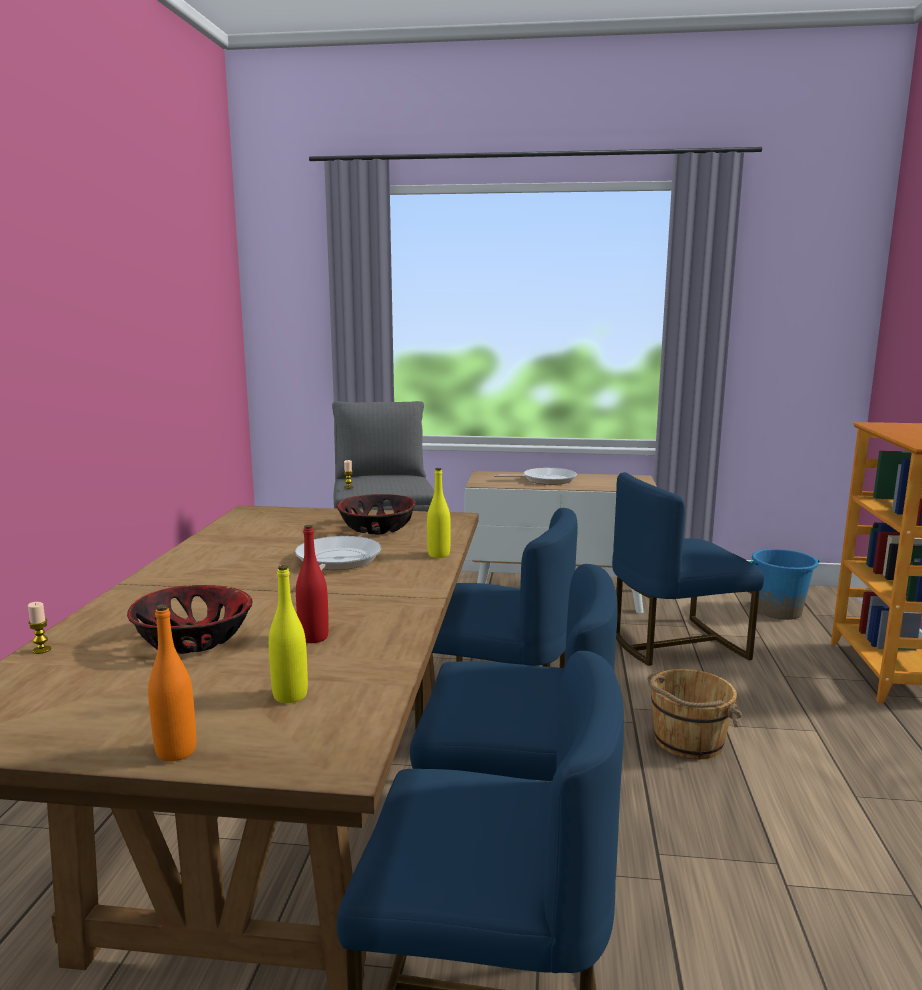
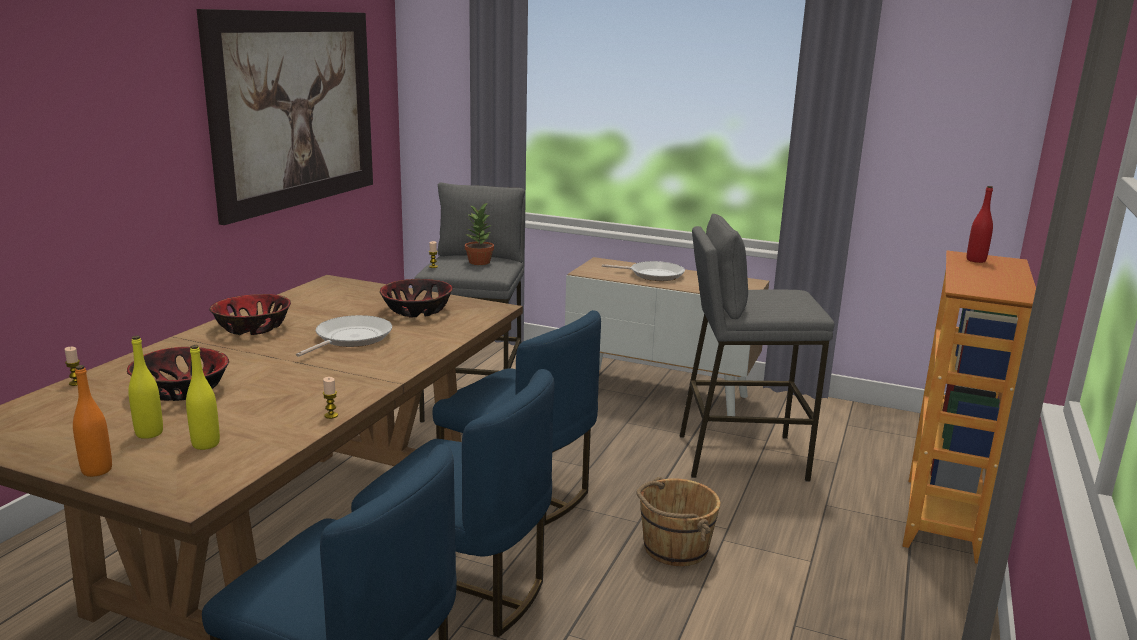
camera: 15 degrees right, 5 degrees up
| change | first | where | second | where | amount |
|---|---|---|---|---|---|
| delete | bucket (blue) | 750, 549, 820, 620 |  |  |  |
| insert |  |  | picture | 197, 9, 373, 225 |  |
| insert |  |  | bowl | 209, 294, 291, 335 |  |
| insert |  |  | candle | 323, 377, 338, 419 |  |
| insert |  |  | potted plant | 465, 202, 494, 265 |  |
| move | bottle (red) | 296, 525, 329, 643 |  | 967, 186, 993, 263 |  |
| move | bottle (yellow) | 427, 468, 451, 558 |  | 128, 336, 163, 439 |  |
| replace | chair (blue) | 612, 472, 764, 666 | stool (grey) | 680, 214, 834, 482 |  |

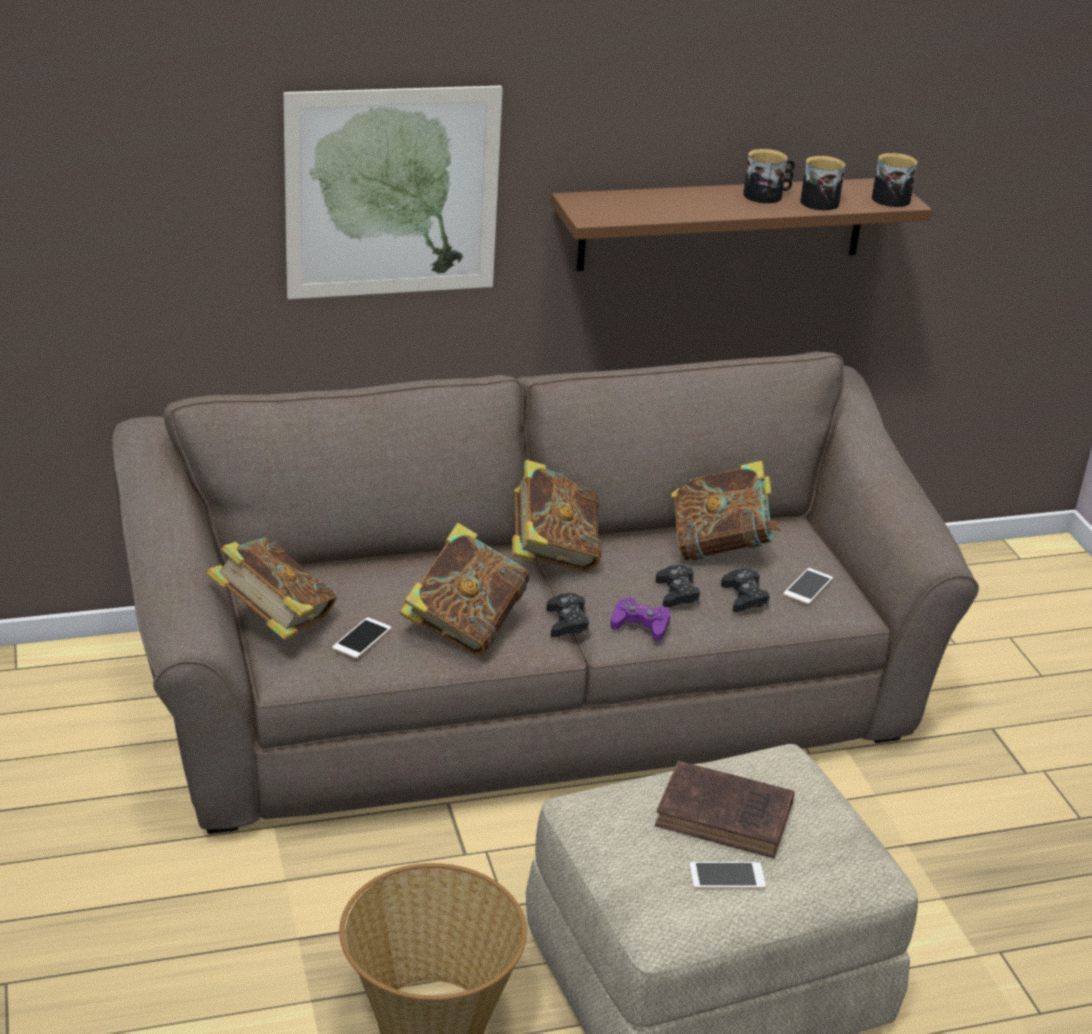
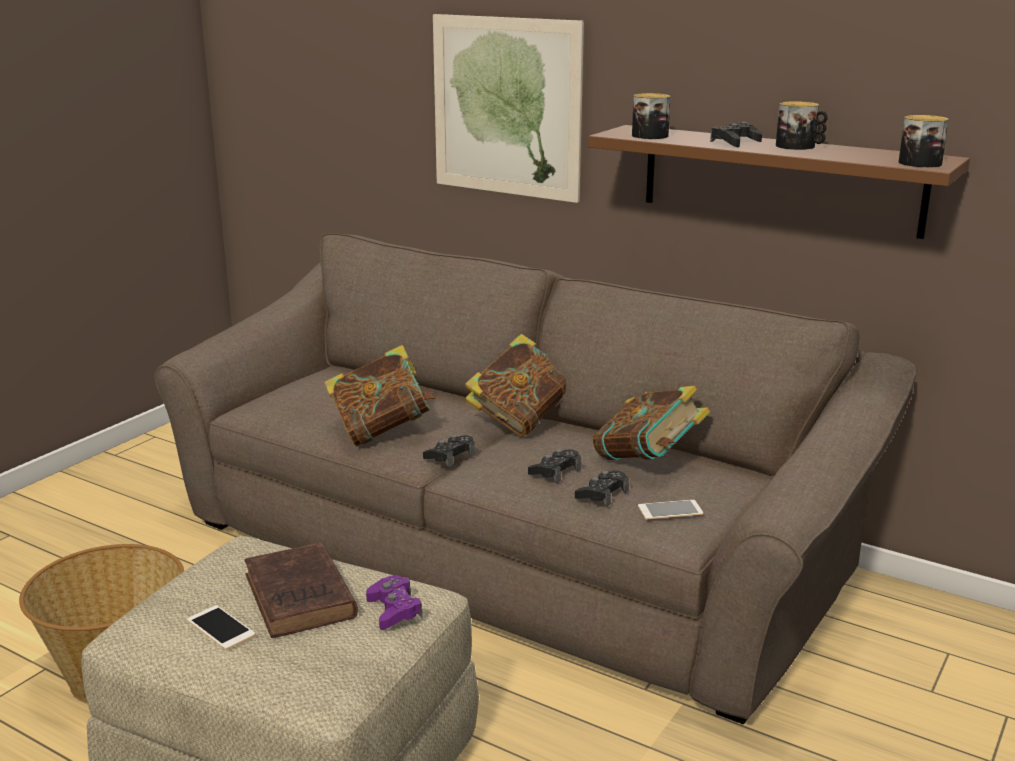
camera: 50 degrees right, 10 degrees down
| change | first | where | second | where | amount |
|---|---|---|---|---|---|
| delete | book | 206, 537, 337, 640 |  |  |  |
| delete | phone | 332, 617, 391, 658 |  |  |  |
| insert |  |  | game controller (black) | 710, 122, 762, 147 |  |
| move | game controller (purple) | 610, 597, 670, 641 |  | 366, 575, 422, 630 |  |
| move | mug | 800, 156, 845, 211 |  | 632, 93, 671, 139 |  |

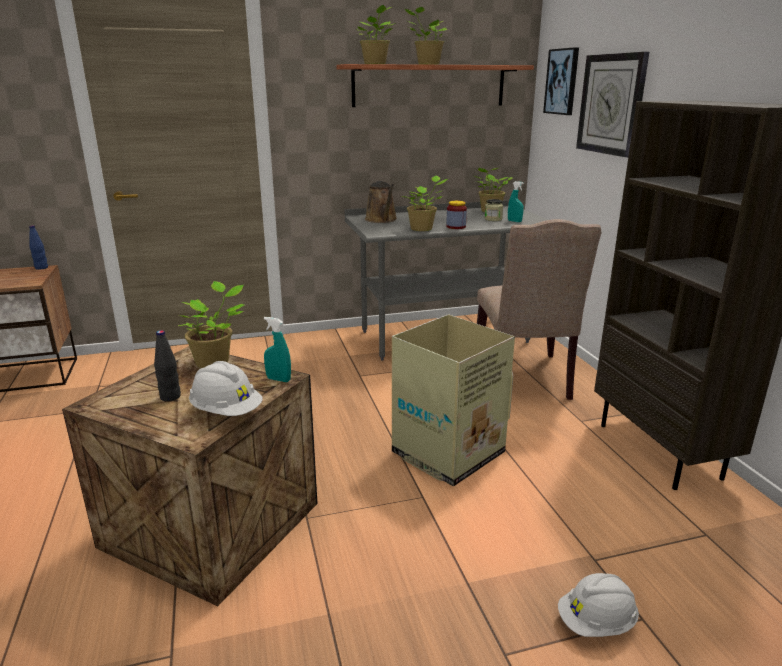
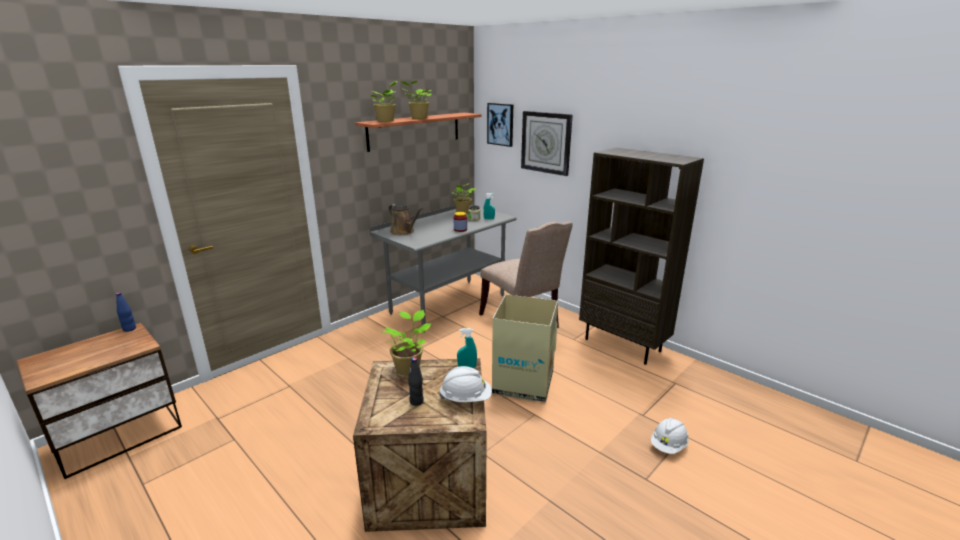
camera: 30 degrees left, 0 degrees up
| change | first | where | second | where | amount |
|---|---|---|---|---|---|
| delete | potted plant | 401, 176, 448, 231 |  |  |  |

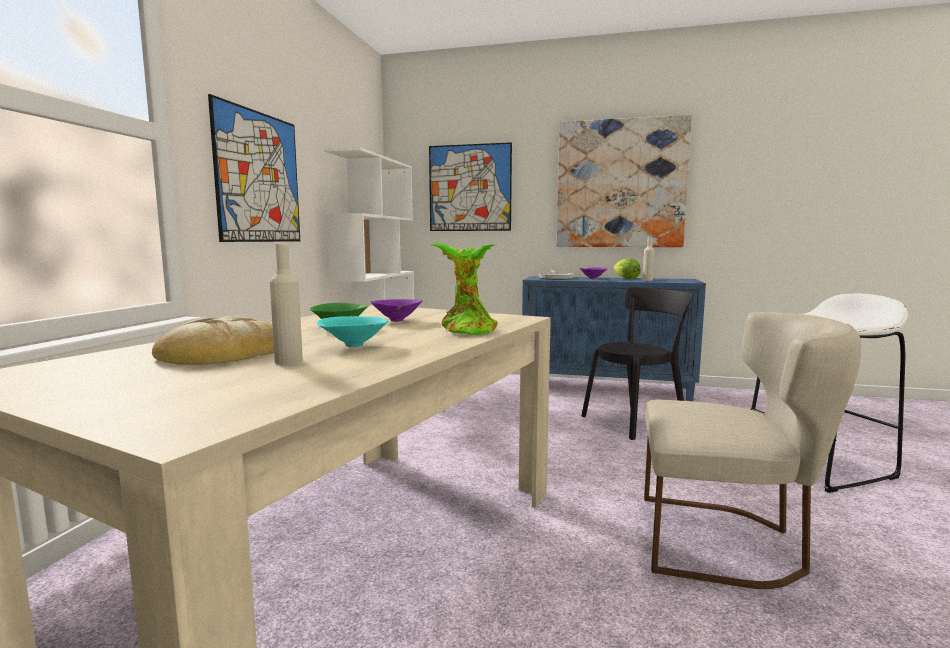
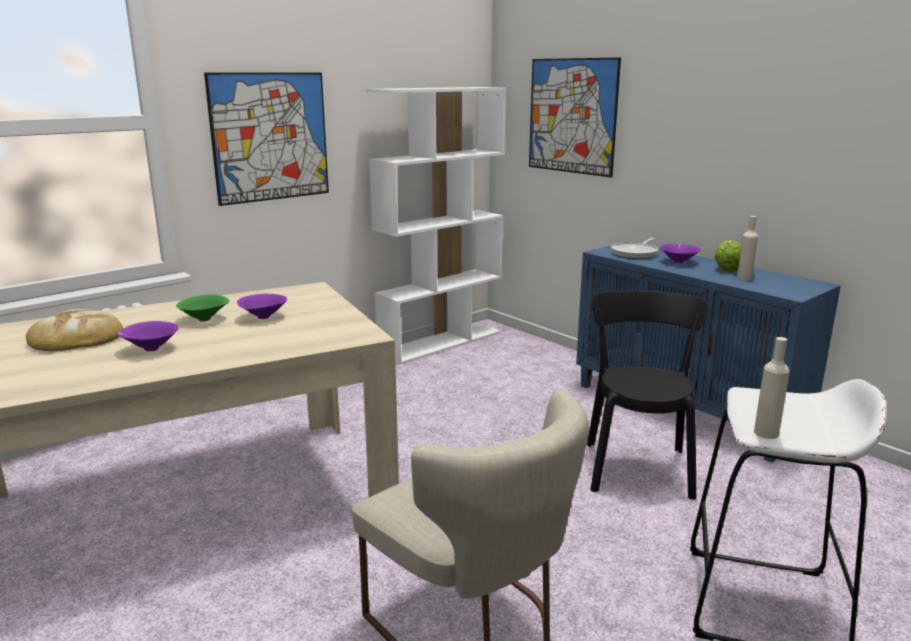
camera: 35 degrees right, 10 degrees up
| change | first | where | second | where | amount |
|---|---|---|---|---|---|
| delete | potted plant | 432, 243, 498, 335 |  |  |  |
| delete | picture | 557, 115, 692, 247 |  |  |  |
| move | bottle (beige) | 270, 244, 303, 365 |  | 754, 337, 790, 439 |  |
| recolor | bowl (turquoise) | 317, 316, 388, 347 | bowl (purple) | 118, 321, 179, 351 |  |
| rotate | chair (black) | 582, 287, 694, 440 |  | 587, 291, 708, 500 | 90 degrees counterclockwise |

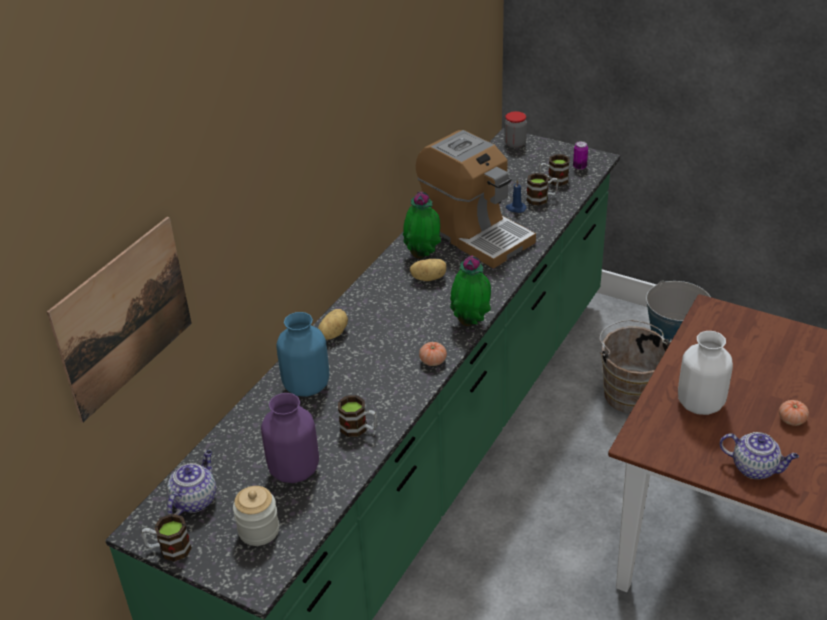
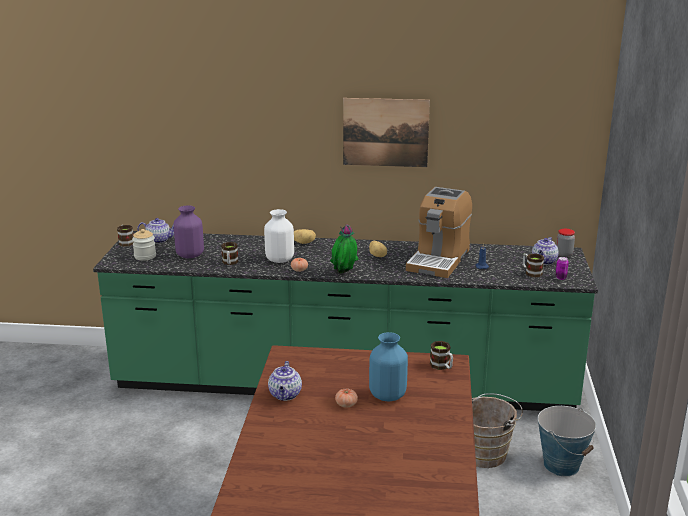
camera: 65 degrees right, 15 degrees down
| change | first | where | second | where | amount |
|---|---|---|---|---|---|
| delete | potted plant | 403, 191, 441, 259 |  |  |  |
| insert |  |  | teapot | 532, 237, 559, 265 |  |
| move | picture | 47, 217, 192, 423 |  | 343, 98, 430, 167 |  |
| move | vase (blue) | 276, 312, 329, 396 |  | 369, 332, 408, 401 |  |
| move | mug | 526, 173, 559, 206 |  | 430, 341, 453, 370 |  |
| move | vase (white) | 678, 331, 733, 415 |  | 264, 209, 294, 263 |  |

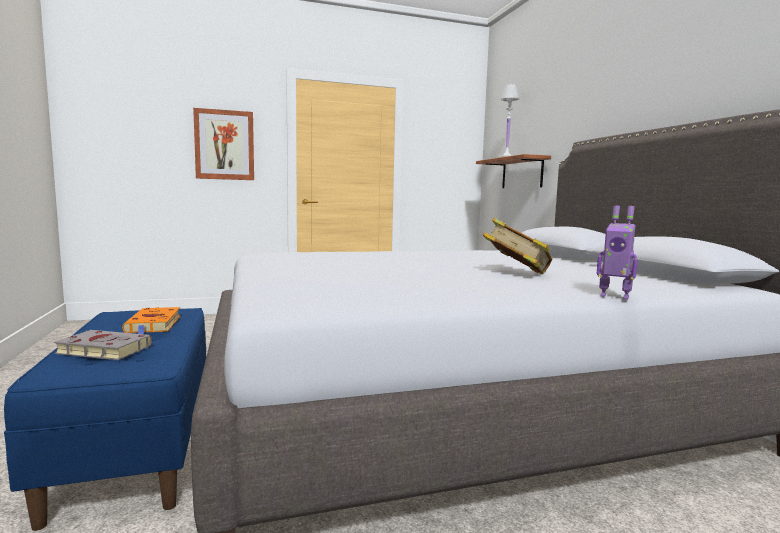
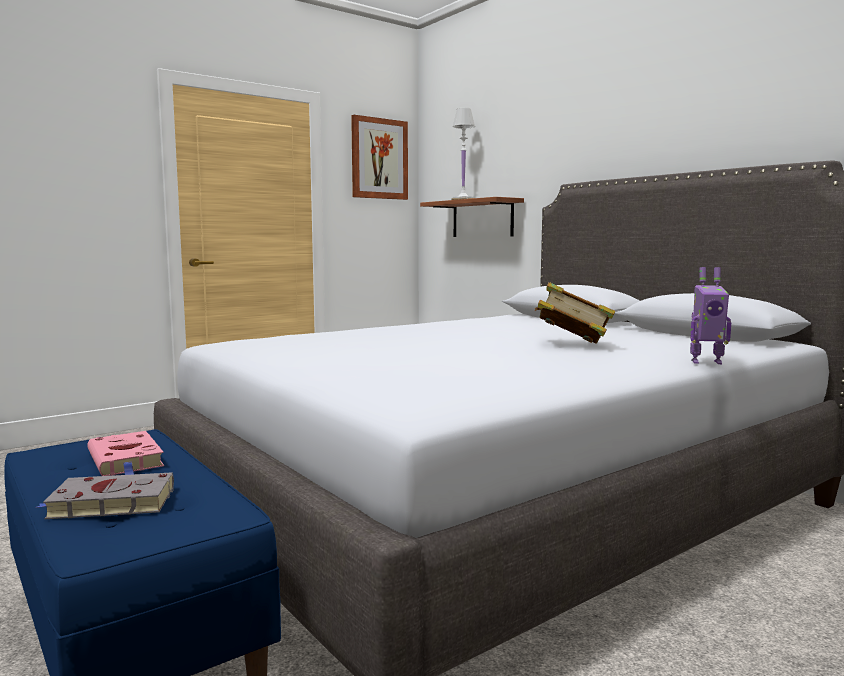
camera: 20 degrees left, 0 degrees up
| change | first | where | second | where | amount |
|---|---|---|---|---|---|
| move | picture | 193, 108, 254, 180 |  | 351, 115, 408, 200 |  |
| recolor | book (orange) | 122, 307, 181, 334 | book (pink) | 87, 431, 164, 476 |  |

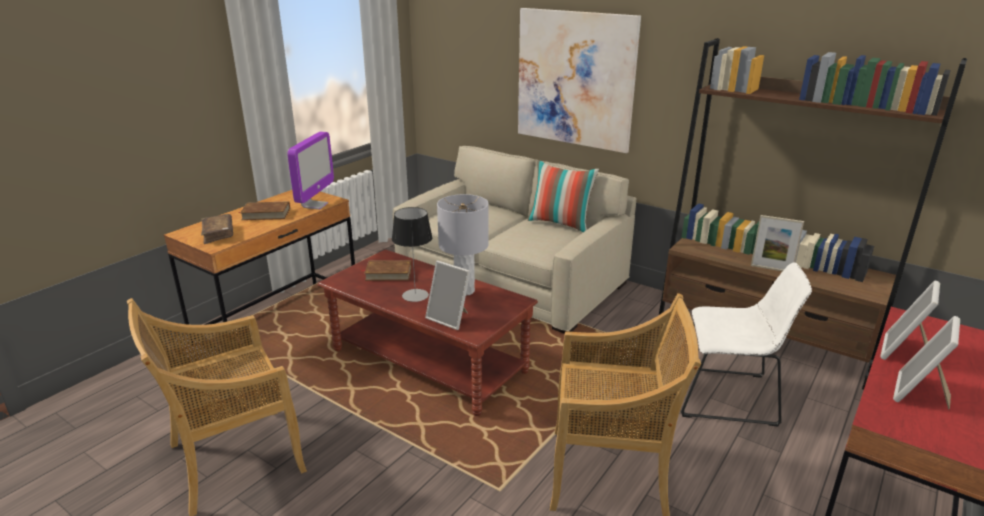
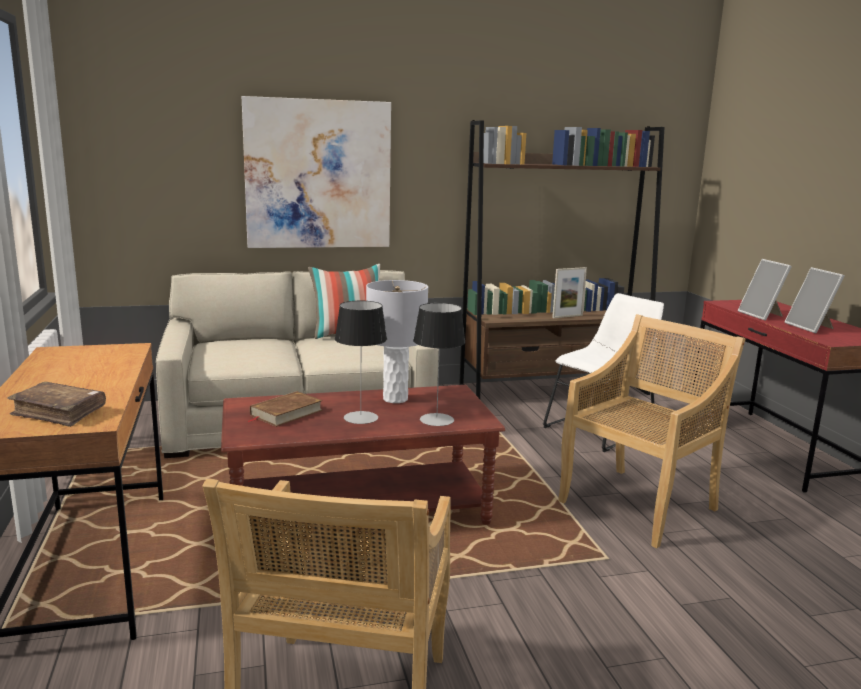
camera: 50 degrees left, 10 degrees down
| change | first | where | second | where | amount |
|---|---|---|---|---|---|
| delete | book (brown) | 239, 201, 290, 220 |  |  |  |
| delete | monitor | 287, 132, 334, 209 |  |  |  |
| replace | picture frame | 425, 260, 471, 330 | table lamp | 413, 303, 466, 426 |  |

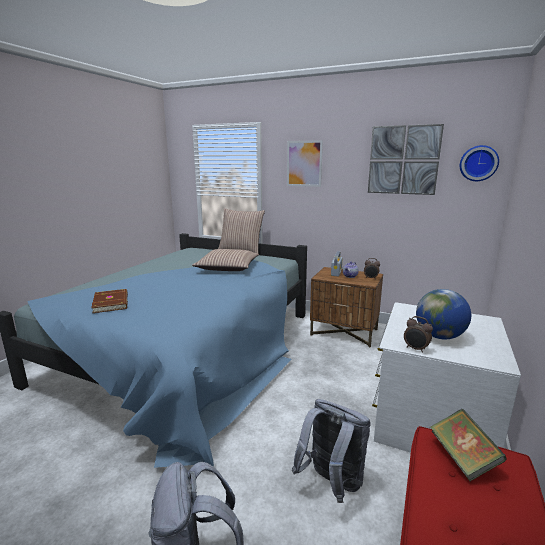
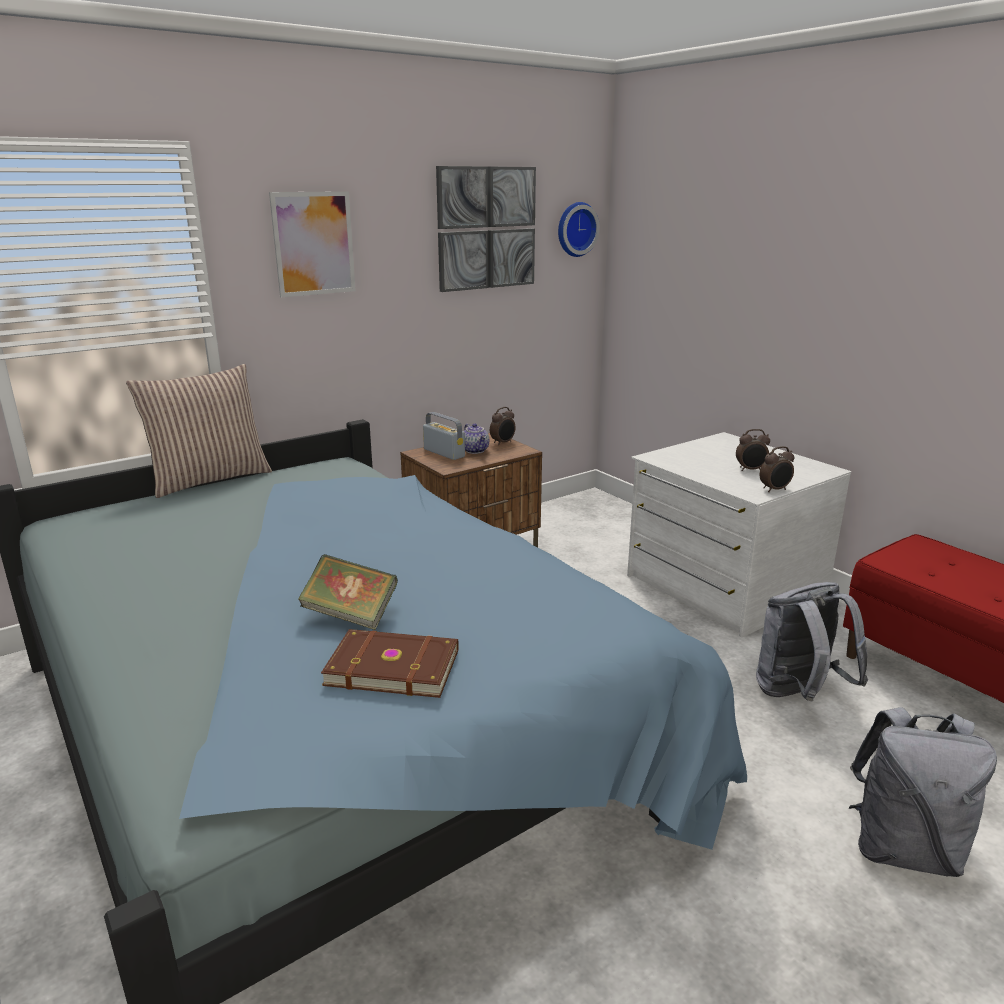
camera: 60 degrees left, 5 degrees up
| change | first | where | second | where | amount |
|---|---|---|---|---|---|
| delete | pillow | 192, 249, 259, 271 |  |  |  |
| move | book | 430, 409, 507, 481 |  | 298, 554, 398, 630 |  |
| replace | globe | 416, 289, 471, 339 | alarm clock | 736, 429, 770, 471 |  |

